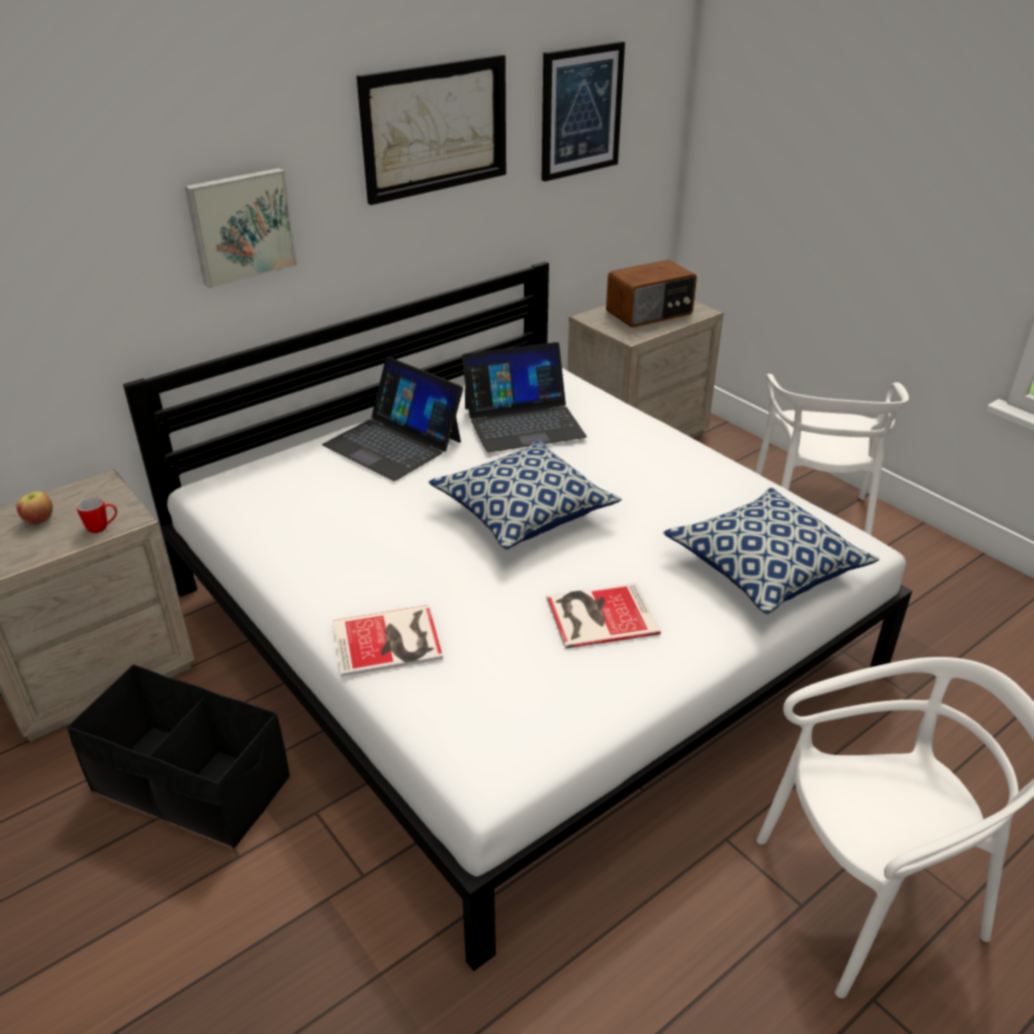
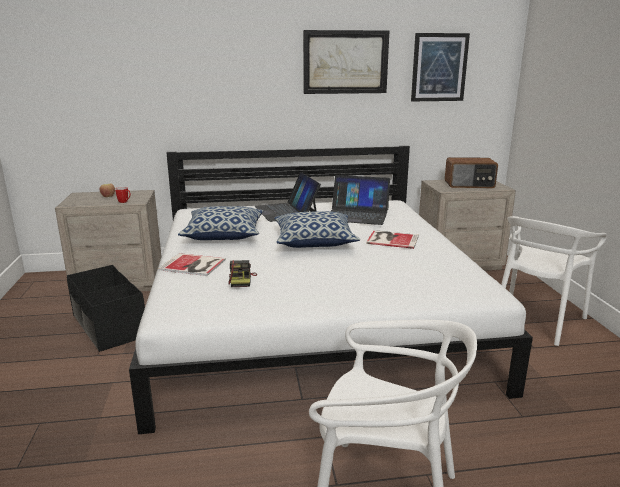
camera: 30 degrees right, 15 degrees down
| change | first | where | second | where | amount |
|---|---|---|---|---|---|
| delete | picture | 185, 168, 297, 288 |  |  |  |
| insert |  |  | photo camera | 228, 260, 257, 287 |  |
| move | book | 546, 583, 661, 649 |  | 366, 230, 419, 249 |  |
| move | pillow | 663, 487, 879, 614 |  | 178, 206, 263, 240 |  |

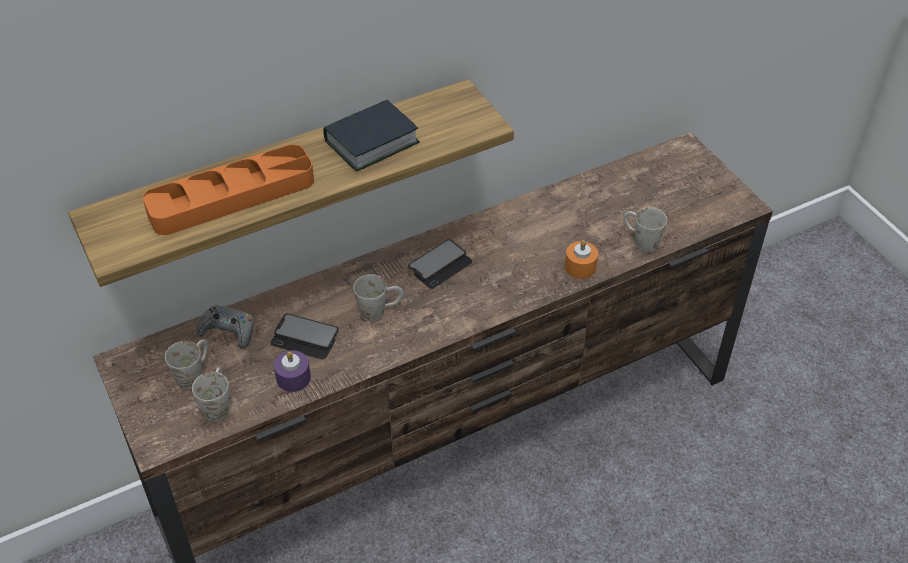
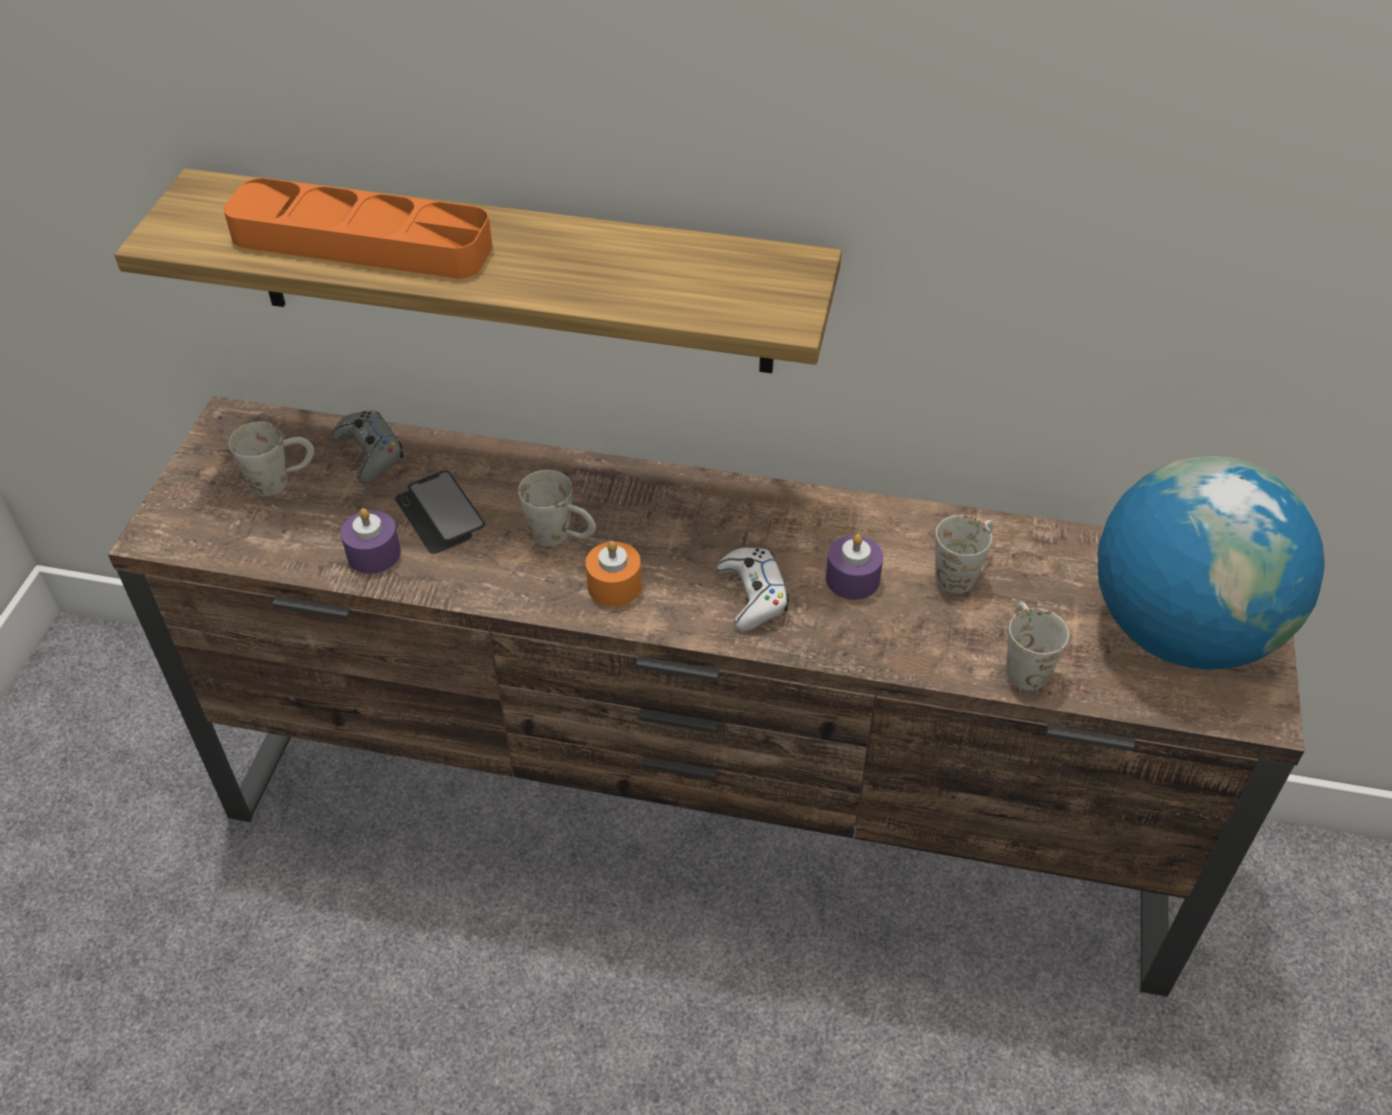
camera: 40 degrees right, 0 degrees up
| change | first | where | second | where | amount |
|---|---|---|---|---|---|
| delete | book | 323, 100, 420, 171 |  |  |  |
| delete | phone | 408, 239, 472, 289 |  |  |  |
| insert |  |  | game controller (white) | 716, 548, 789, 631 |  |
| insert |  |  | candle (purple) | 826, 534, 883, 600 |  |
| insert |  |  | globe | 1098, 456, 1325, 670 |  |
| move | mug (white) | 192, 367, 230, 422 |  | 935, 515, 993, 594 |  |
| move | candle (orange) | 565, 240, 598, 279 |  | 586, 540, 642, 607 |  |

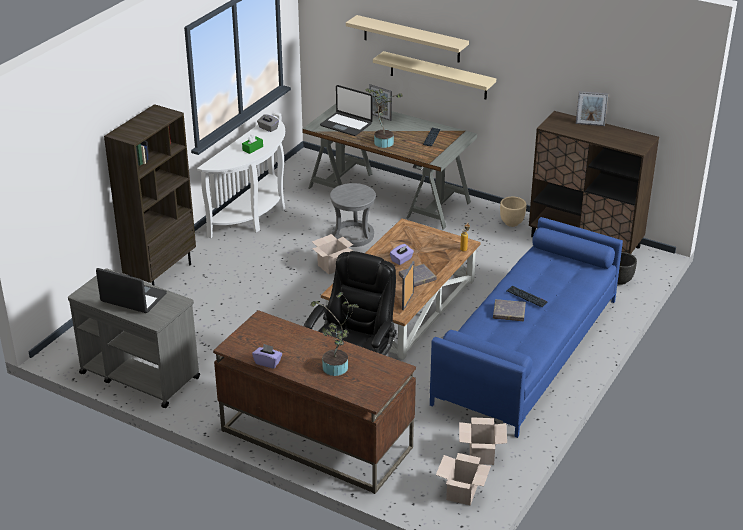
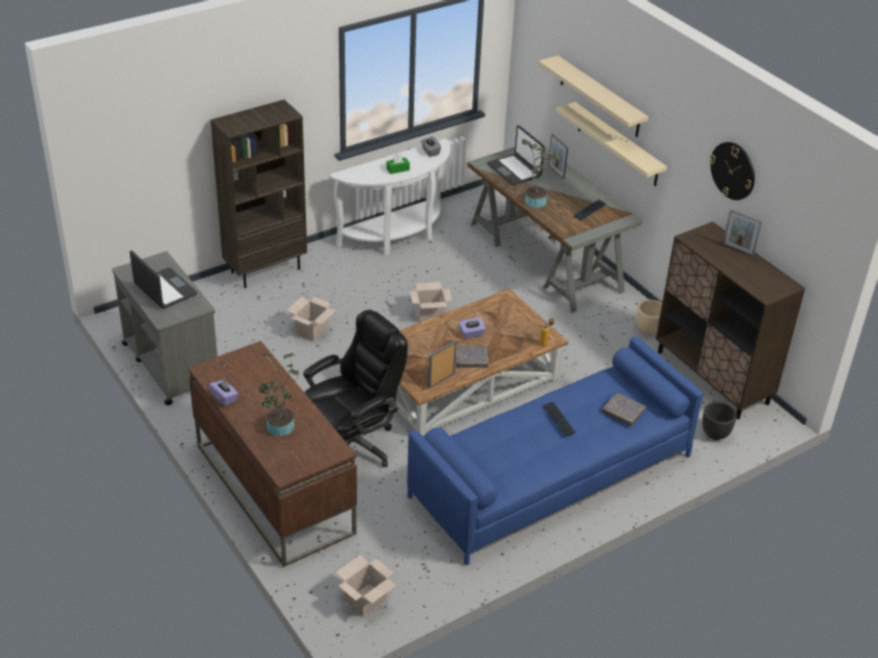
camera: 25 degrees right, 5 degrees up
| change | first | where | second | where | amount |
|---|---|---|---|---|---|
| delete | stool (grey) | 330, 183, 376, 247 |  |  |  |
| insert |  |  | wall clock | 709, 142, 755, 200 |  |
| move | cardboard box | 459, 417, 507, 465 |  | 286, 297, 336, 342 |  |
| move | book (grey) | 493, 299, 526, 321 |  | 602, 393, 646, 426 |  |

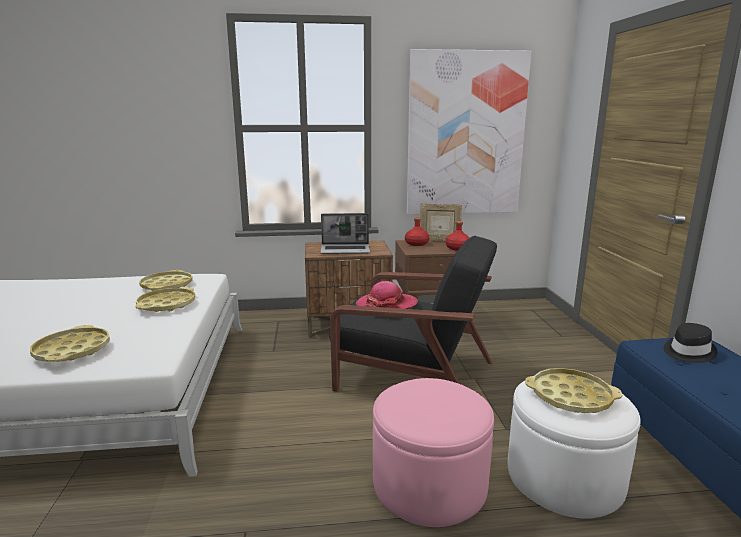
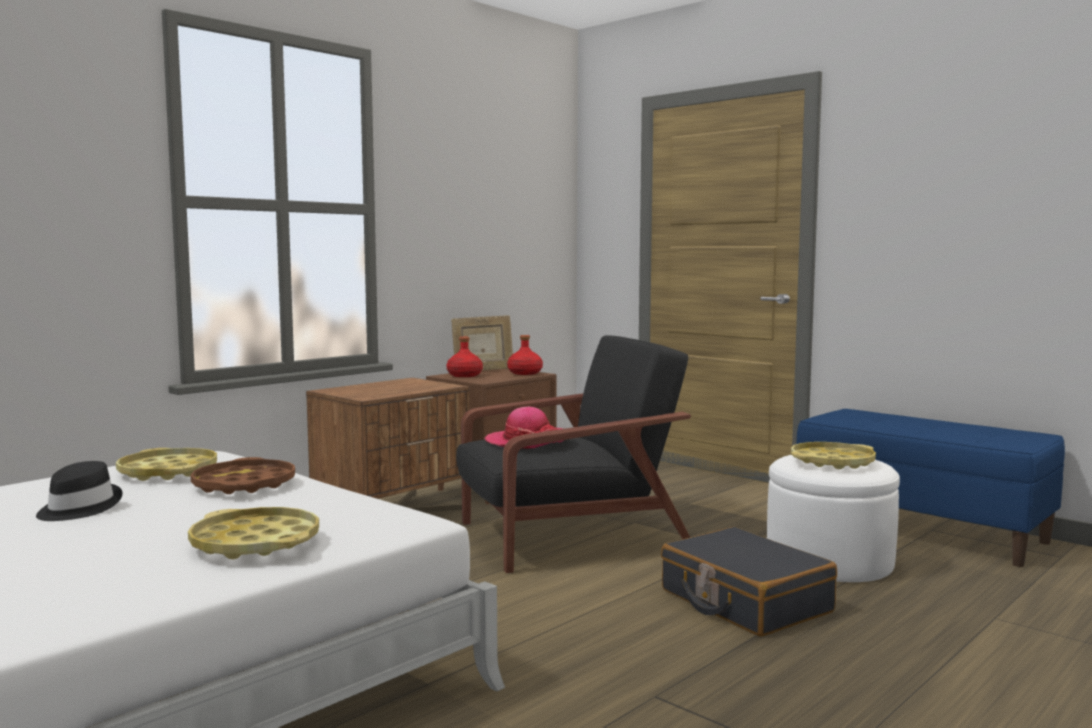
camera: 40 degrees left, 10 degrees down
| change | first | where | second | where | amount |
|---|---|---|---|---|---|
| delete | laptop | 320, 213, 370, 254 |  |  |  |
| delete | picture | 407, 49, 531, 214 |  |  |  |
| move | hat (black) | 664, 323, 718, 363 |  | 36, 461, 123, 521 |  |
| replace | ottoman (pink) | 373, 378, 494, 527 | suitcase (black) | 661, 527, 837, 637 |  |
| recolor | tray (yellow) | 135, 287, 195, 312 | tray (brown) | 190, 457, 295, 494 |  |

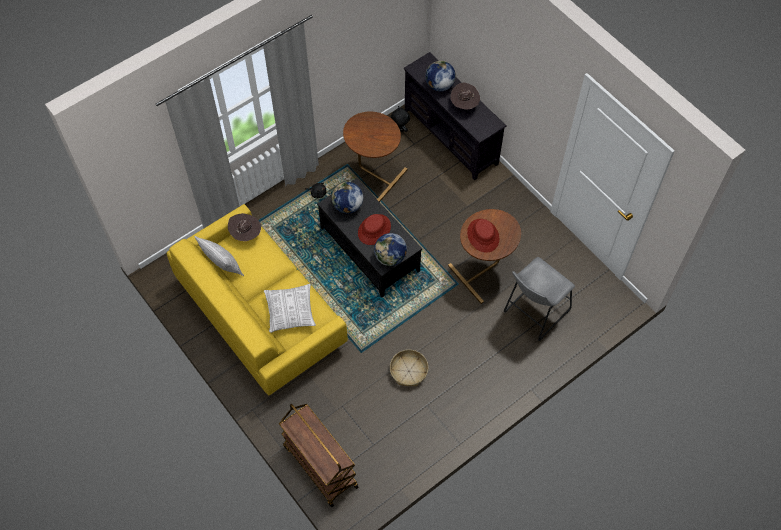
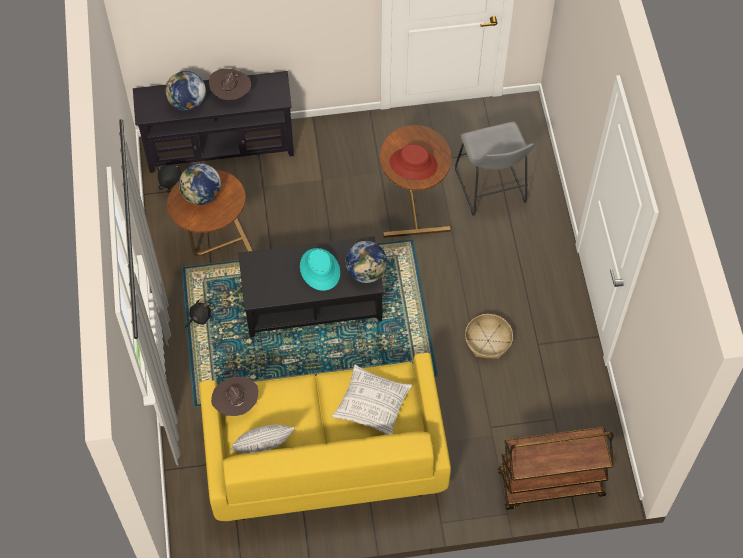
camera: 60 degrees left, 0 degrees up
| change | first | where | second | where | amount |
|---|---|---|---|---|---|
| move | globe | 331, 182, 363, 214 |  | 179, 163, 221, 205 |  |
| recolor | hat (red) | 358, 214, 391, 245 | hat (turquoise) | 300, 248, 340, 291 |  |

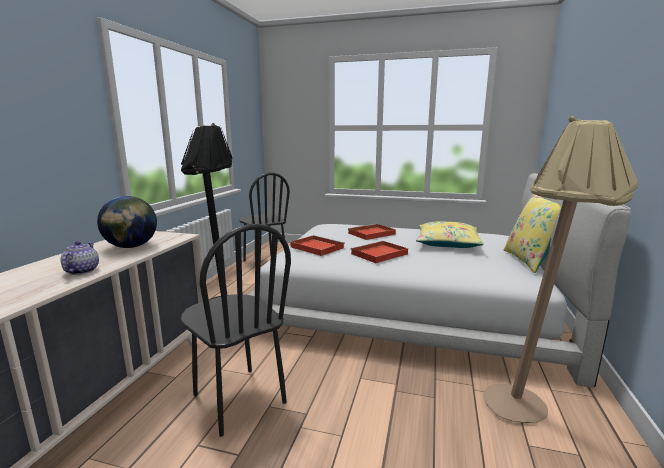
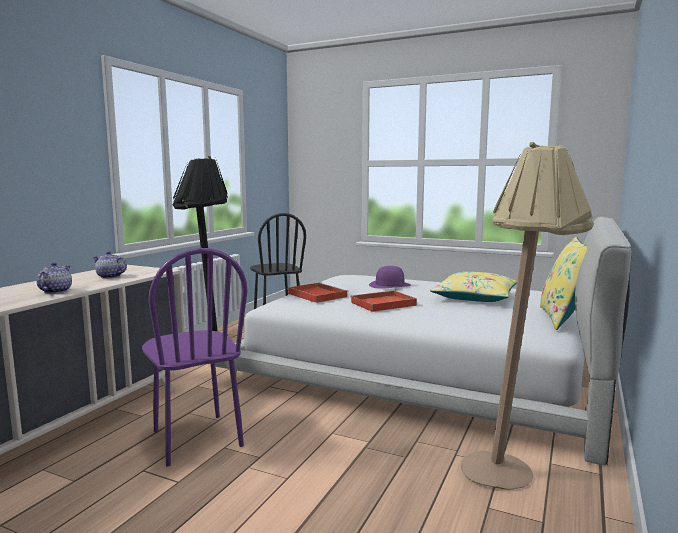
camera: 10 degrees right, 5 degrees down
| change | first | where | second | where | amount |
|---|---|---|---|---|---|
| replace | globe | 97, 196, 157, 248 | teapot | 93, 251, 127, 278 |  |
| replace | tray (red) | 348, 224, 396, 240 | hat (purple) | 369, 266, 411, 289 |  |
| recolor | chair (black) | 181, 224, 291, 437 | chair (purple) | 142, 248, 247, 466 |  |

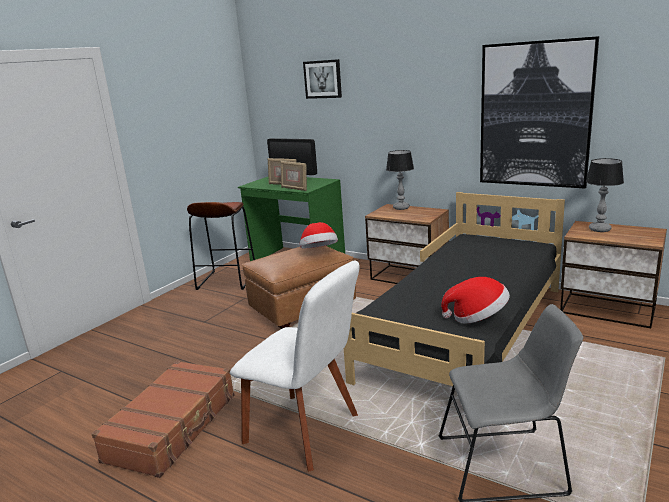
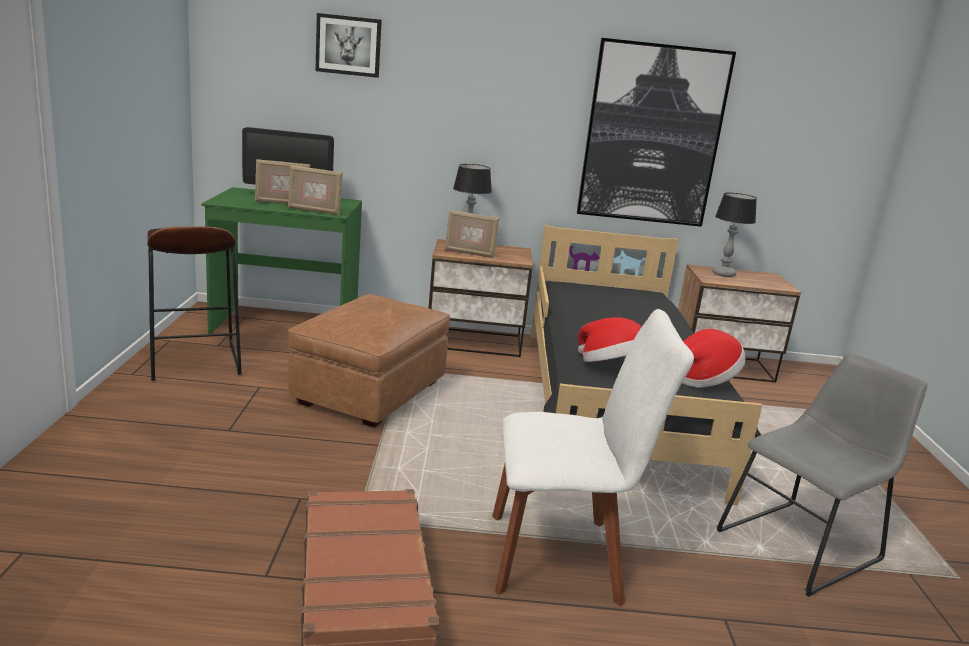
camera: 35 degrees left, 0 degrees up
| change | first | where | second | where | amount |
|---|---|---|---|---|---|
| insert |  |  | picture frame | 445, 210, 499, 258 |  |
| move | hat | 300, 222, 338, 248 |  | 578, 317, 642, 362 |  |

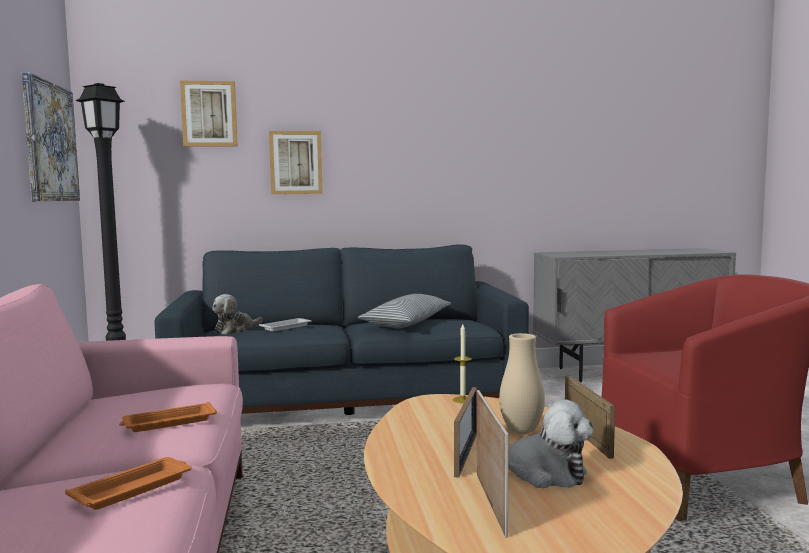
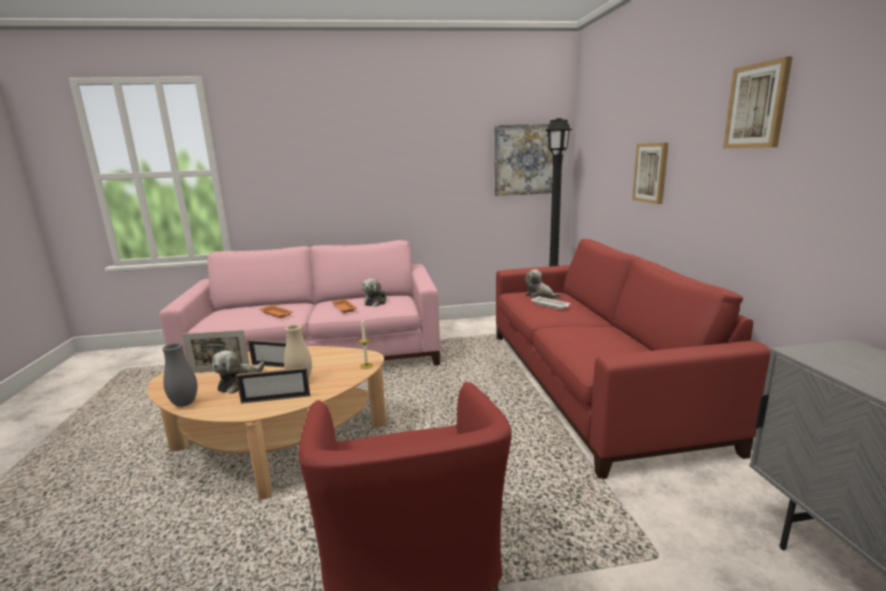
camera: 90 degrees right, 10 degrees up
| change | first | where | second | where | amount |
|---|---|---|---|---|---|
| delete | pillow | 358, 294, 451, 328 |  |  |  |
| insert |  |  | vase (grey) | 162, 343, 197, 407 |  |
| insert |  |  | plush toy | 362, 278, 388, 306 |  |
| move | picture | 180, 81, 238, 147 |  | 723, 56, 793, 148 |  |
| recolor | sofa (blue) | 155, 245, 529, 415 | sofa (red) | 496, 239, 771, 479 |  |

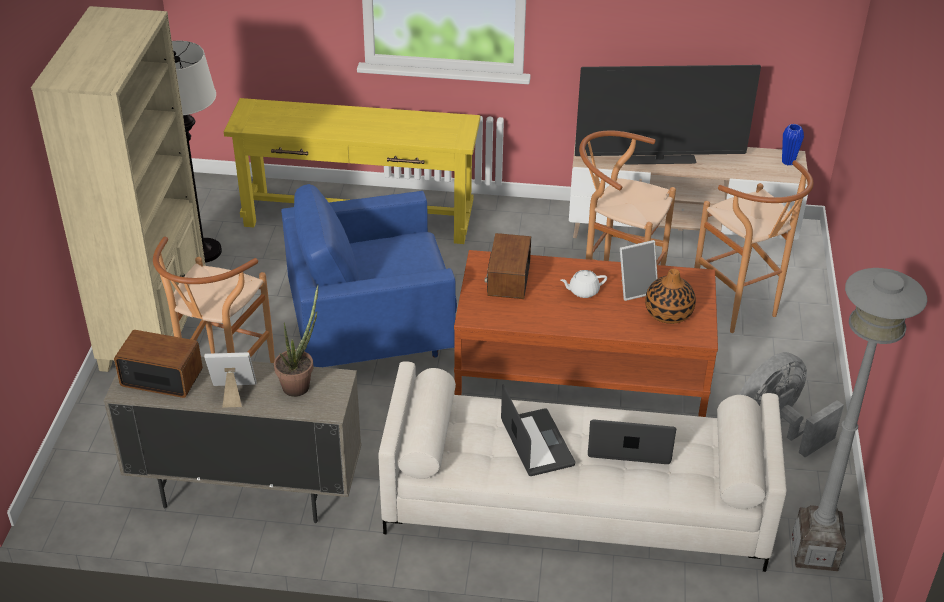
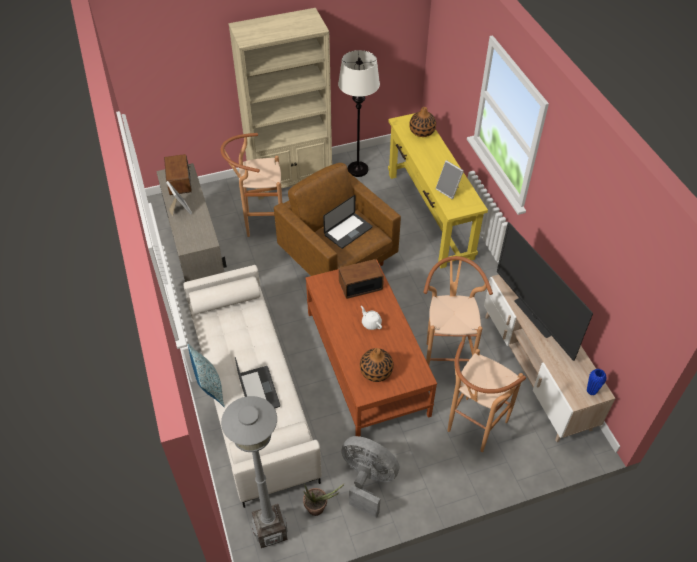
camera: 65 degrees right, 10 degrees up
| change | first | where | second | where | amount |
|---|---|---|---|---|---|
| insert |  |  | pillow | 188, 344, 225, 407 |  |
| insert |  |  | vase | 409, 107, 436, 137 |  |
| move | potted plant | 274, 285, 318, 397 |  | 303, 483, 345, 516 |  |
| move | laptop | 501, 384, 575, 476 |  | 323, 195, 372, 249 |  |
| move | picture frame | 620, 240, 658, 301 |  | 436, 160, 464, 199 |  |
| recolor | armchair (blue) | 281, 184, 457, 368 | armchair (brown) | 274, 163, 401, 276 |  |

